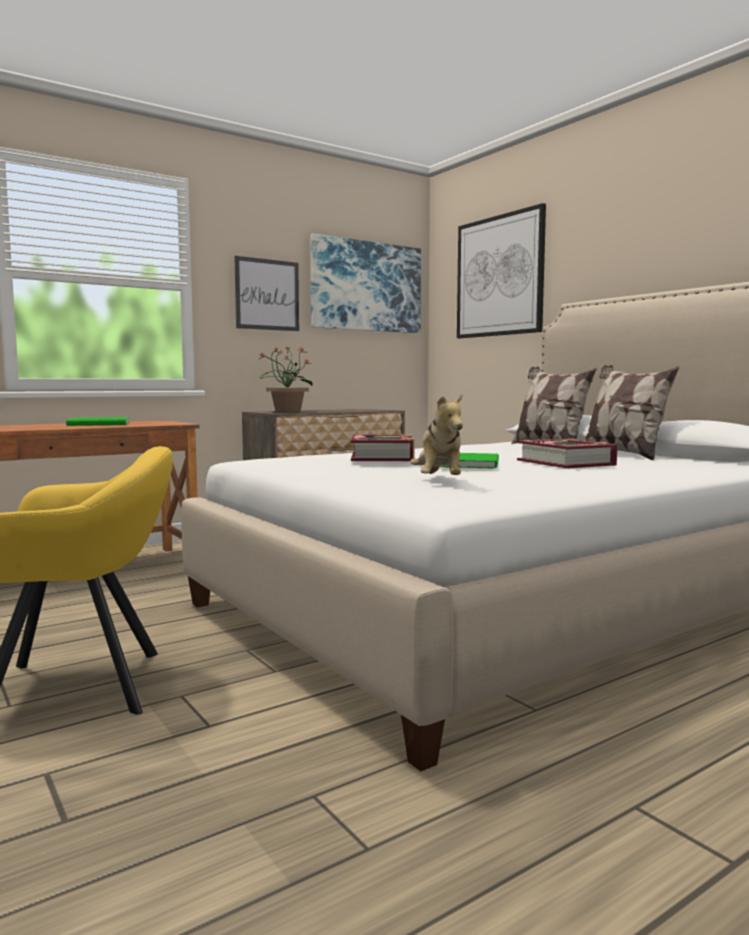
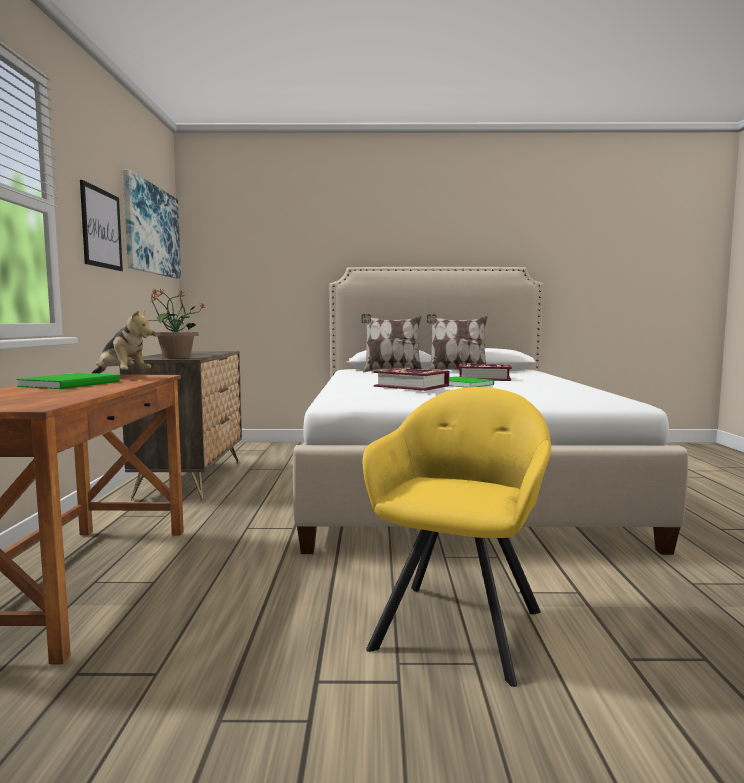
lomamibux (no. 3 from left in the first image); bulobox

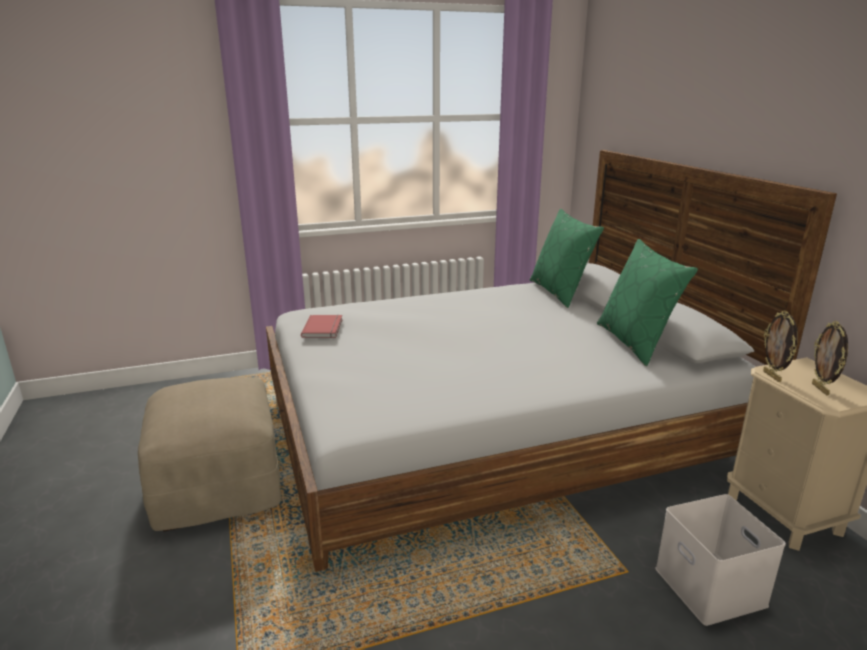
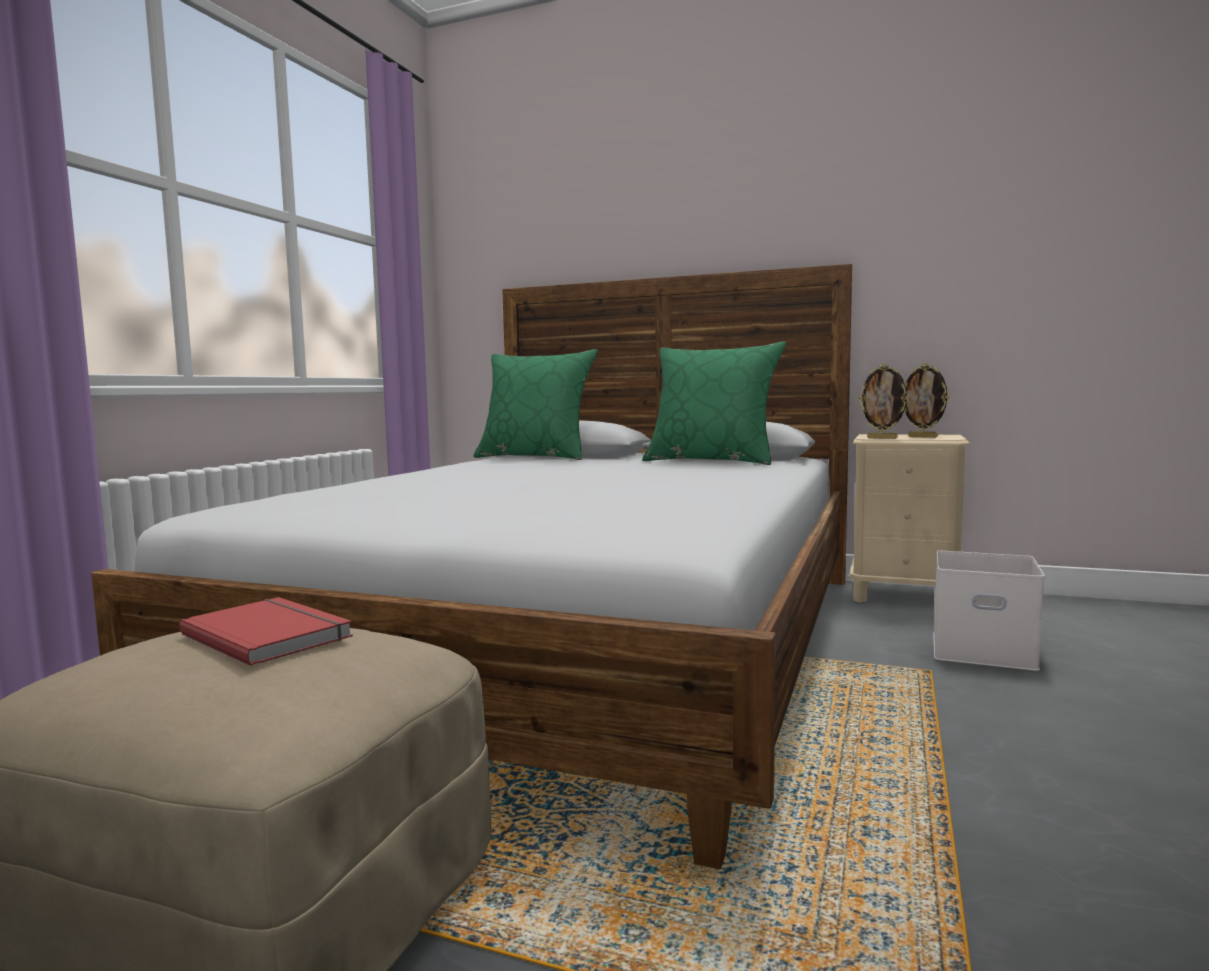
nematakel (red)

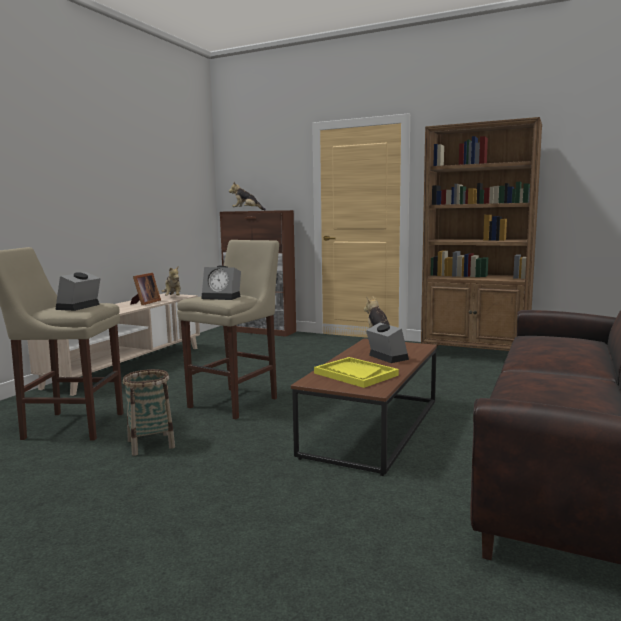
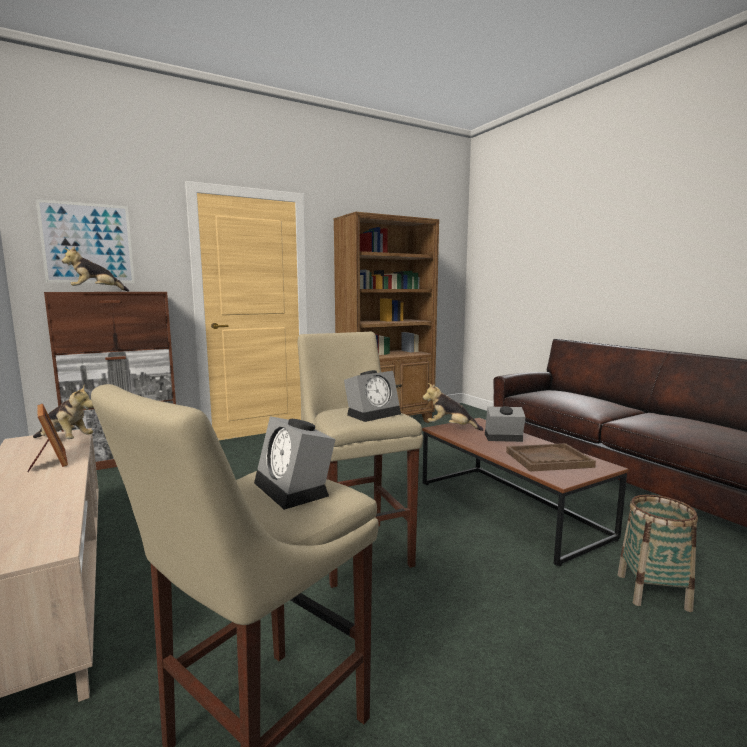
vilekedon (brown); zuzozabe; lomamibux

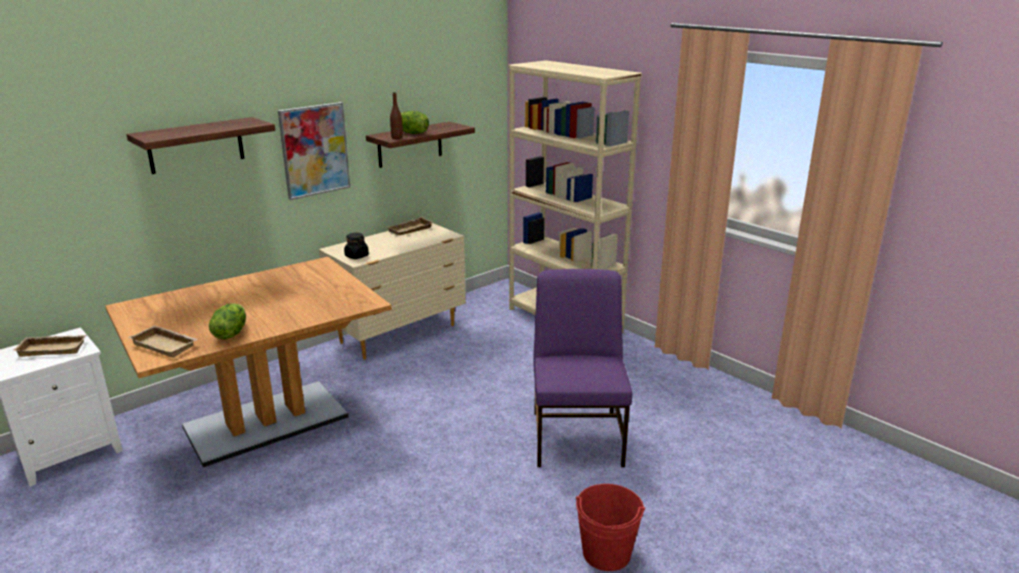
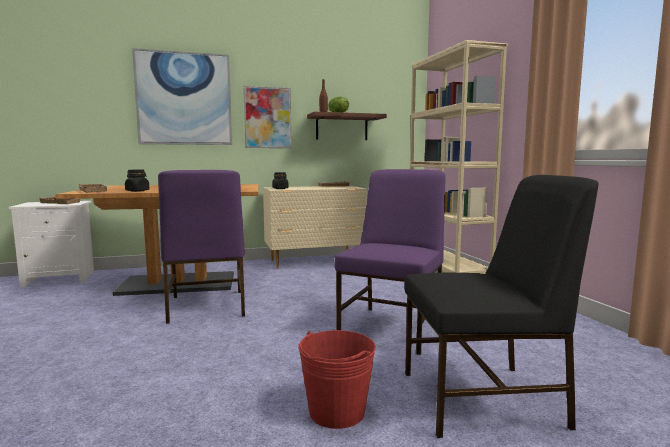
lomamibux (no. 1 from left); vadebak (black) (no. 1 from left); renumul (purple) (no. 1 from left); renumul (black)

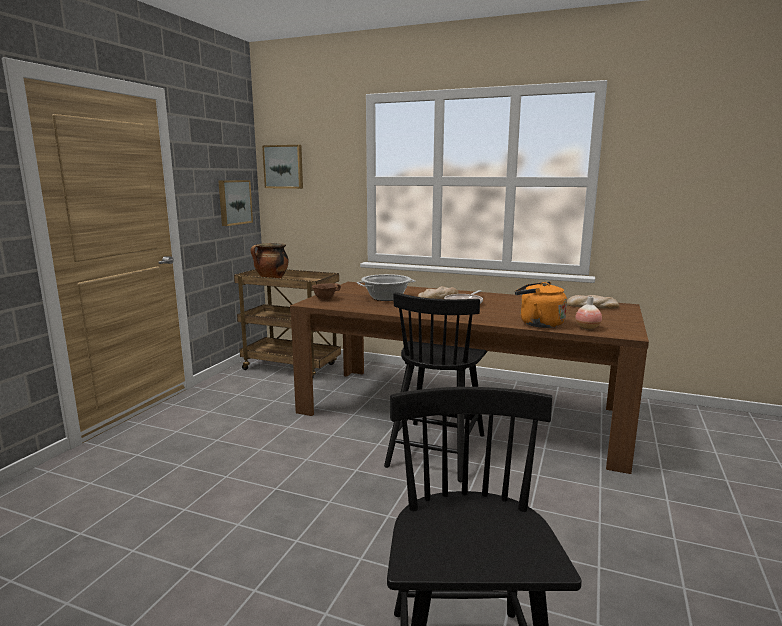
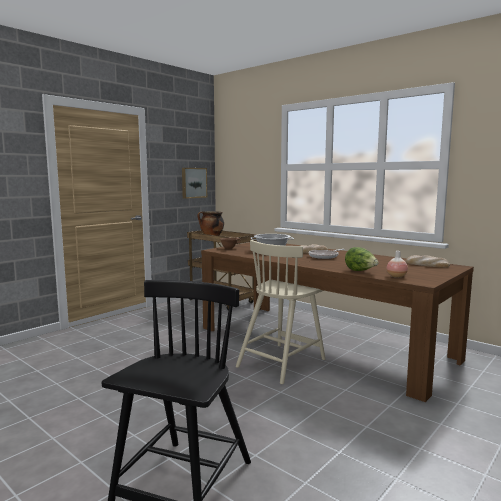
lomamibux (no. 2 from left in the first image); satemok; renumul (beige)

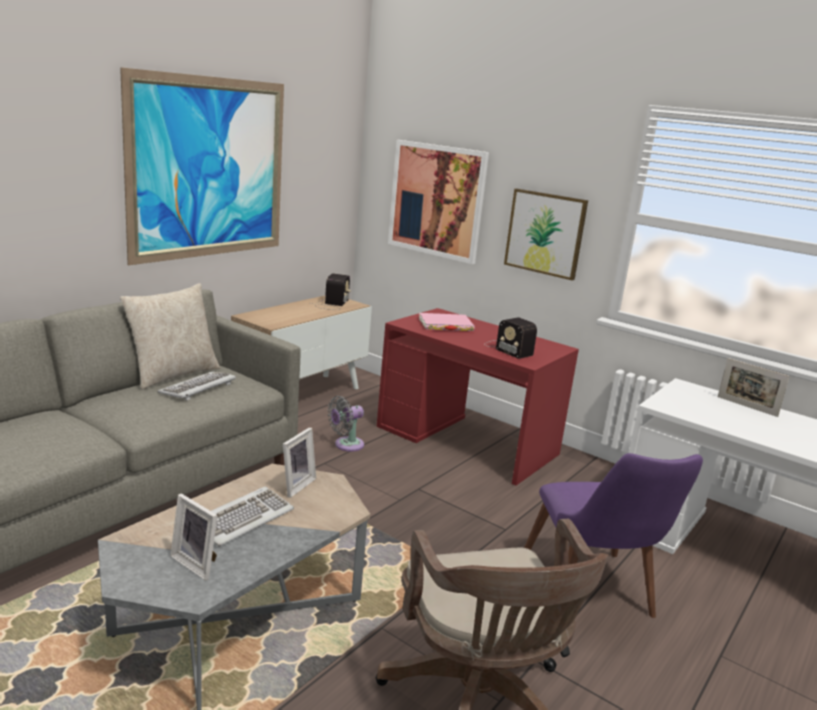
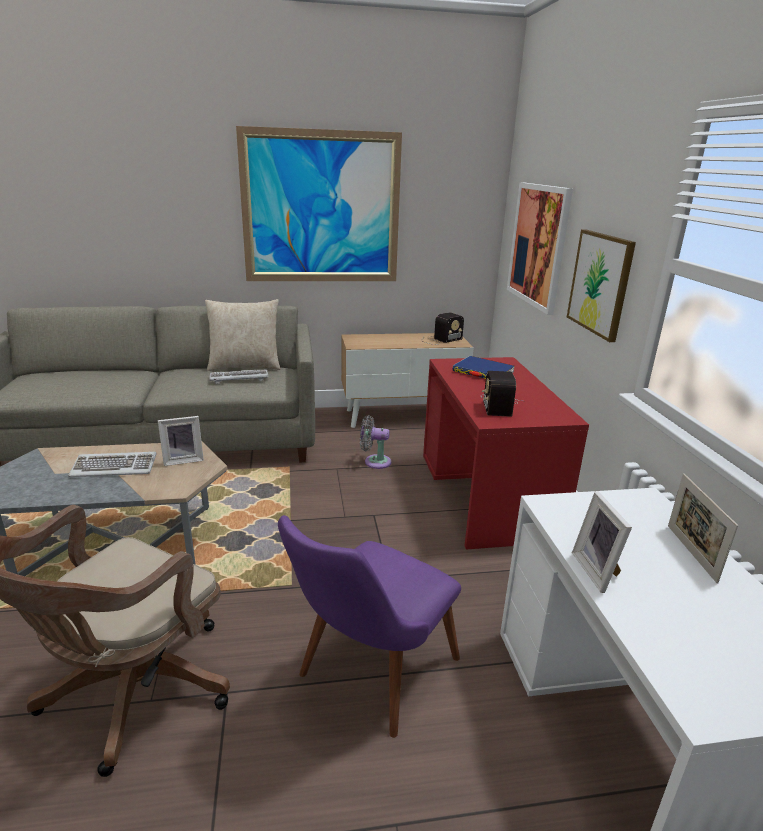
nematakel (blue); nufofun (no. 2 from left)

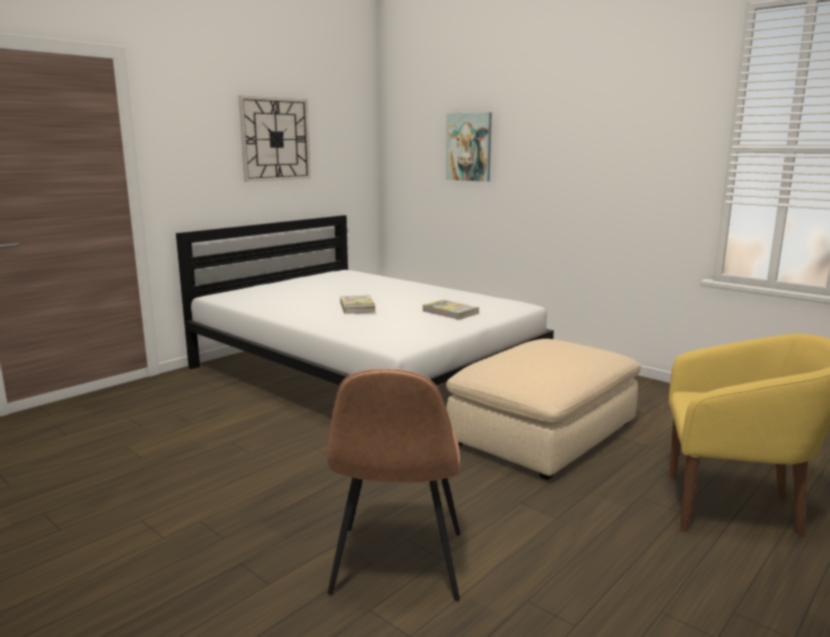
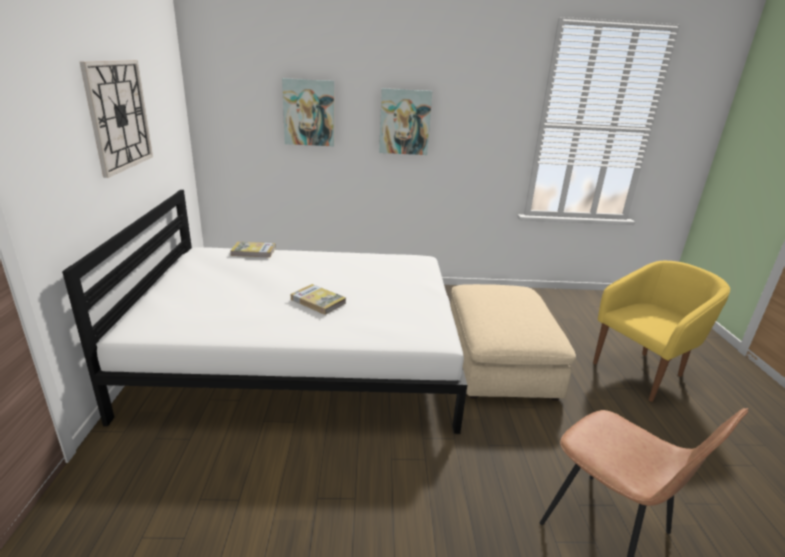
nematakel (no. 1 from left); lomamibux (no. 2 from left)

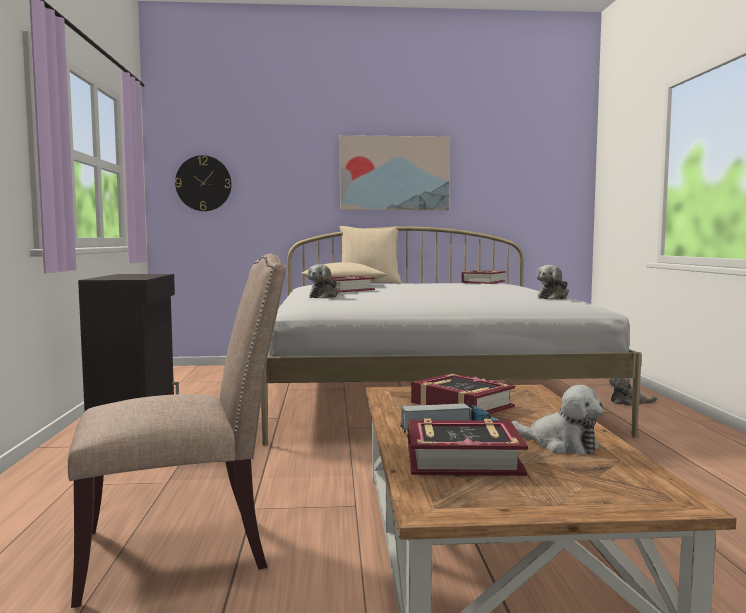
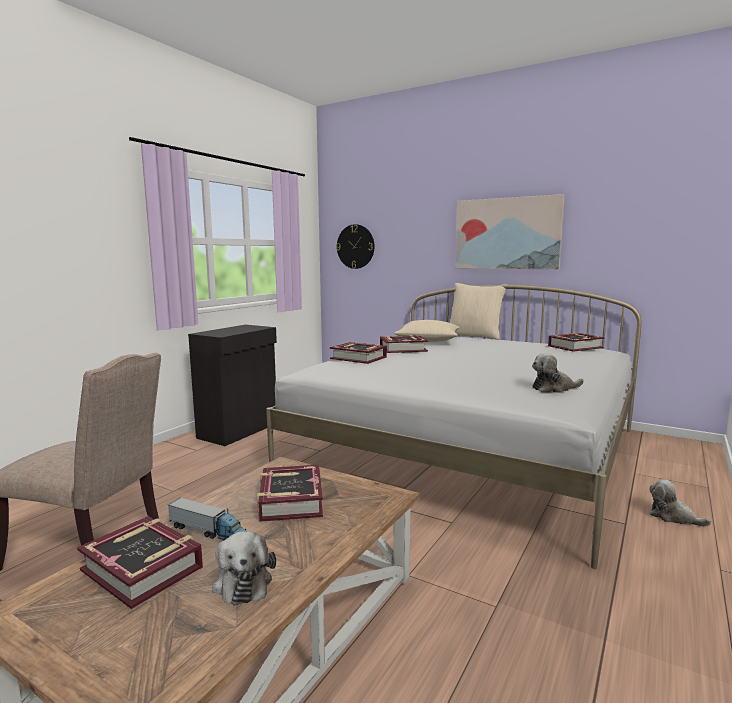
nematakel (no. 3 from left)

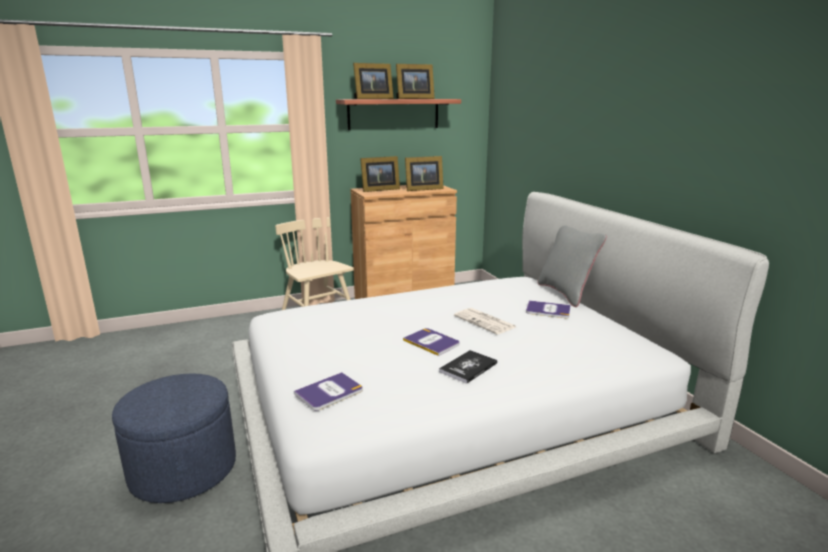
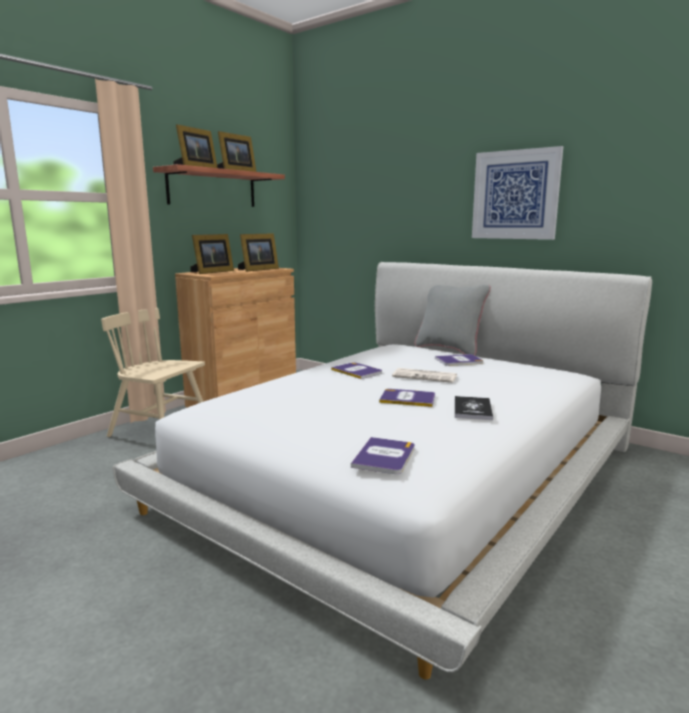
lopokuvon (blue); lomamibux; nematakel (no. 1 from left)

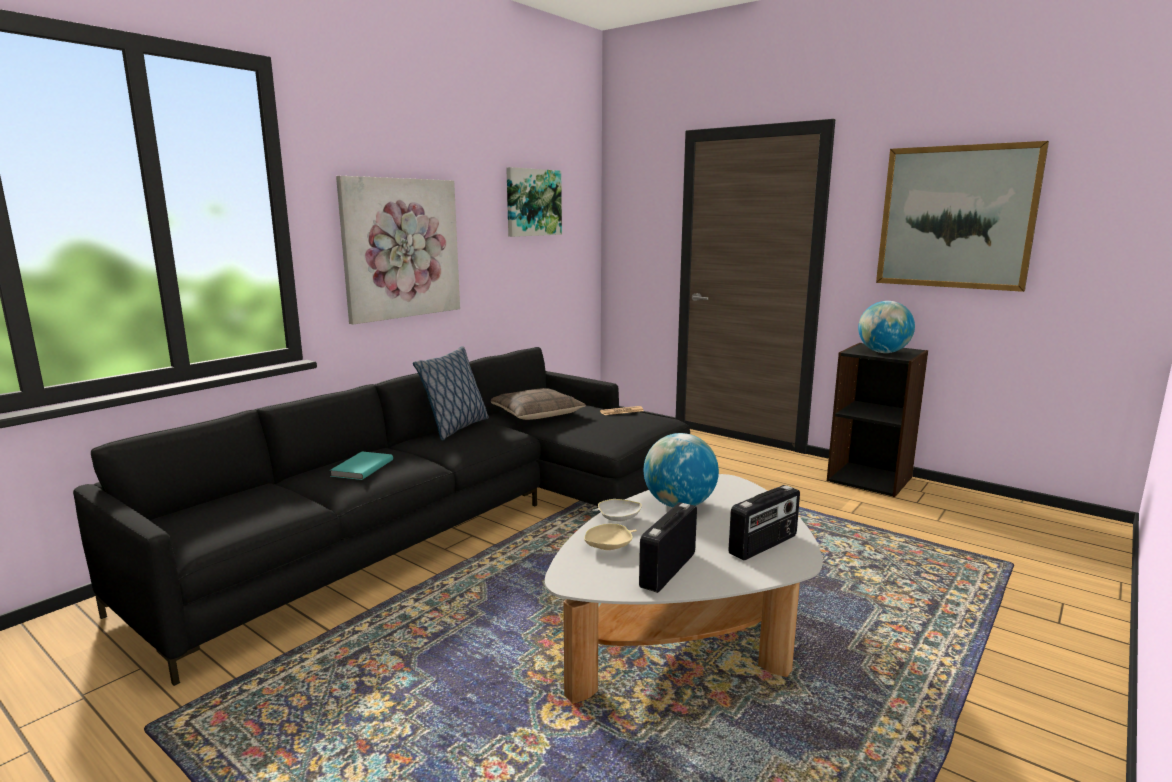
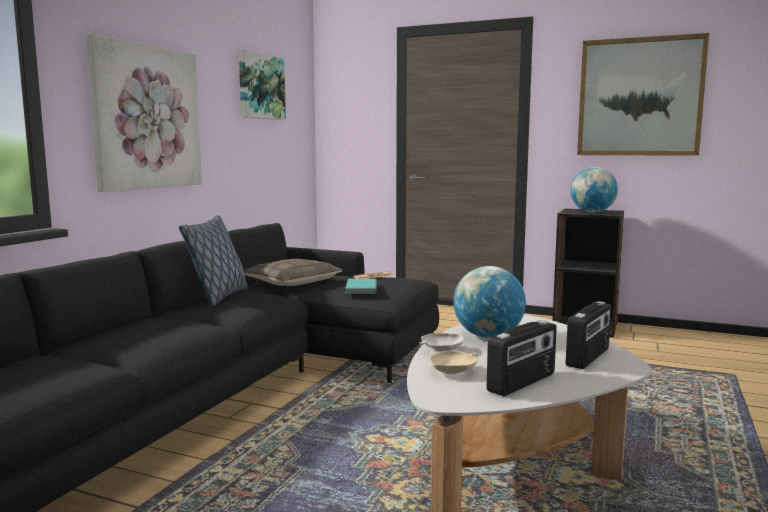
nematakel (turquoise); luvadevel (no. 1 from left)

